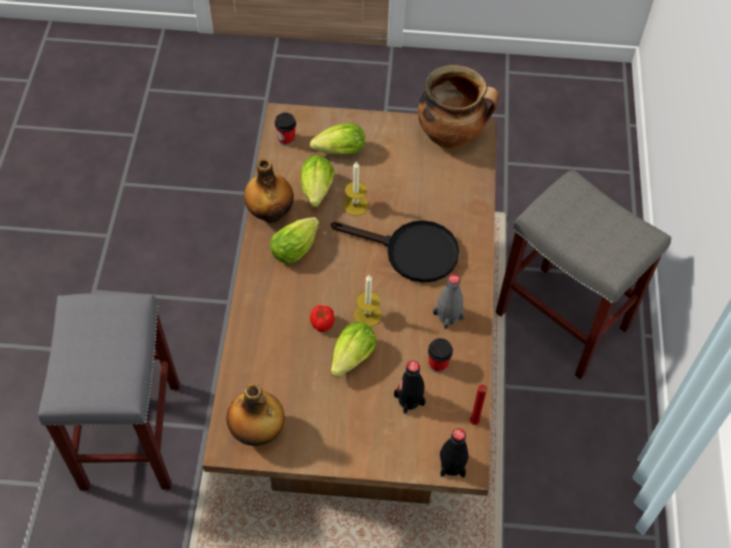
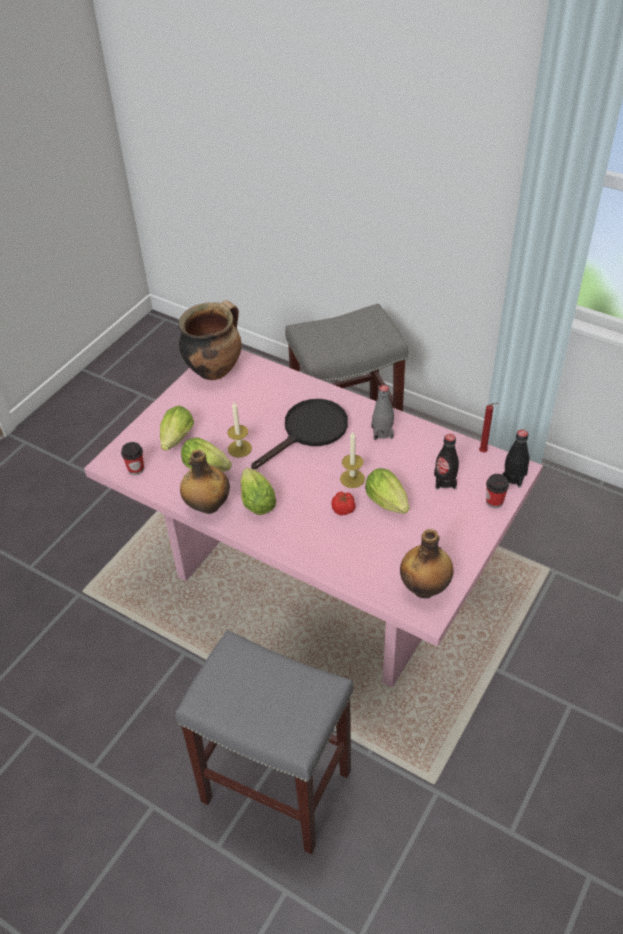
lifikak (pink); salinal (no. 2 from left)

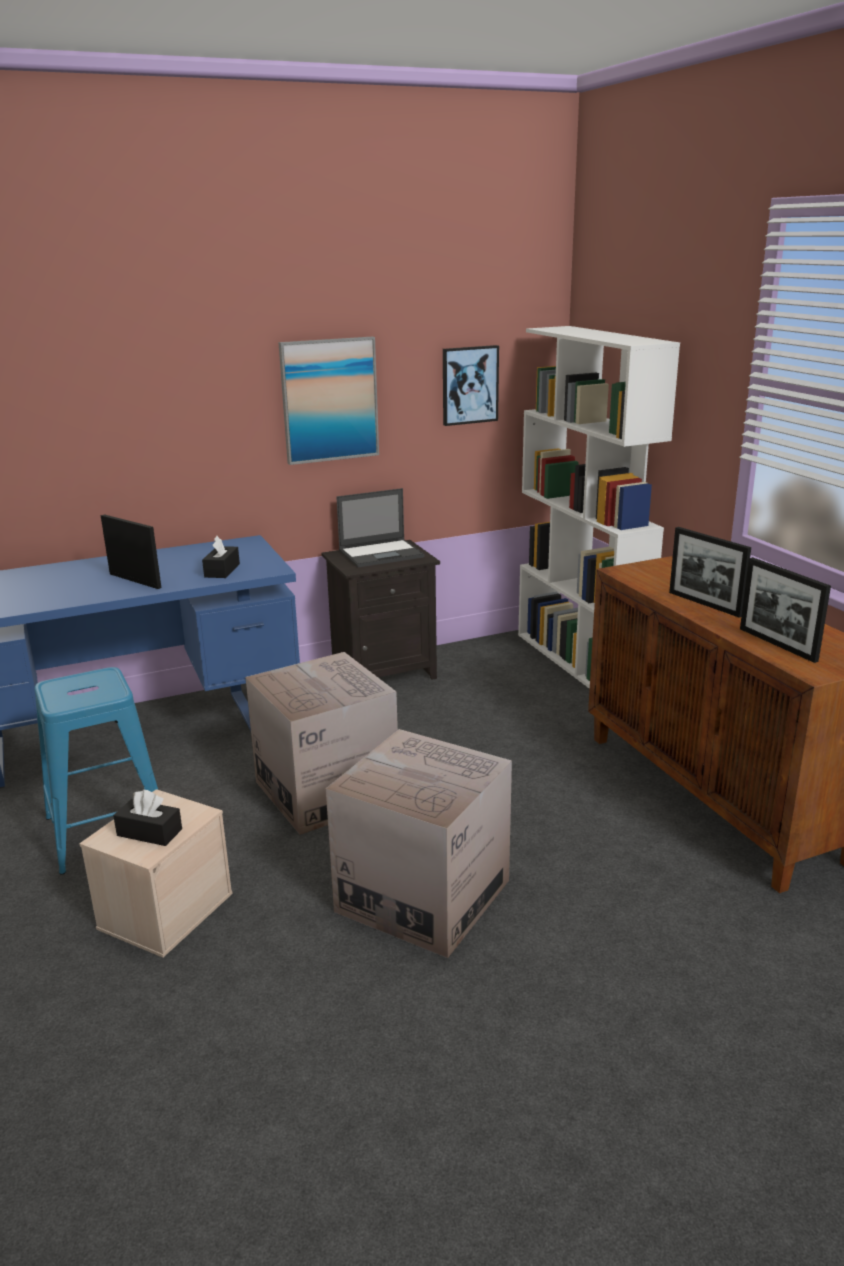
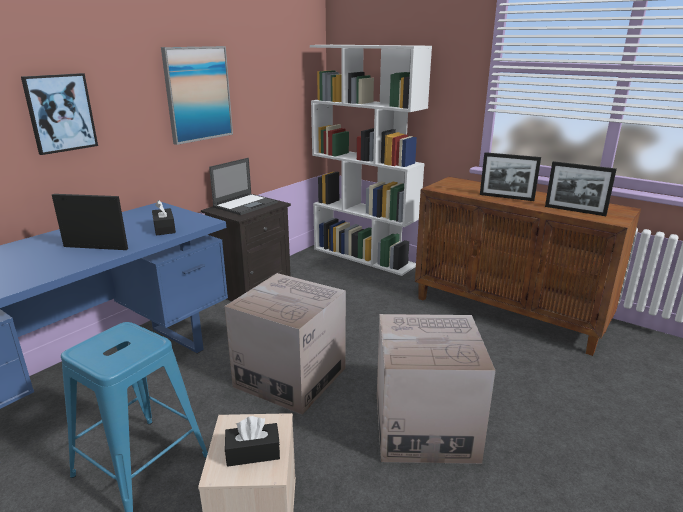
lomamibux (no. 1 from left)

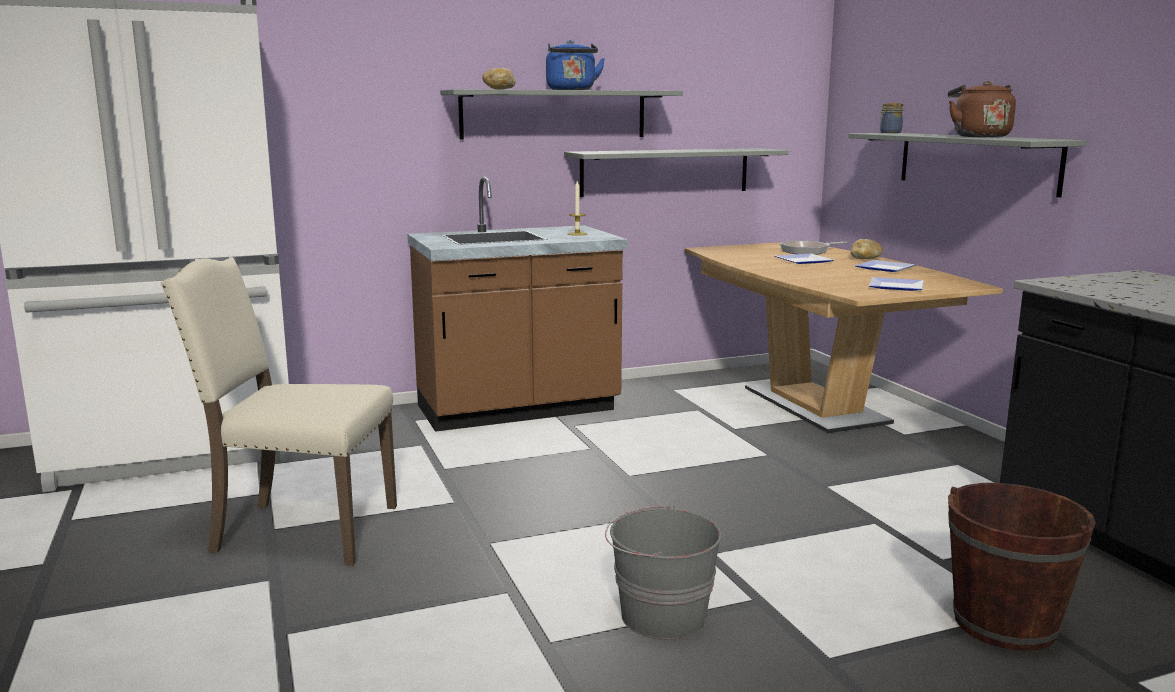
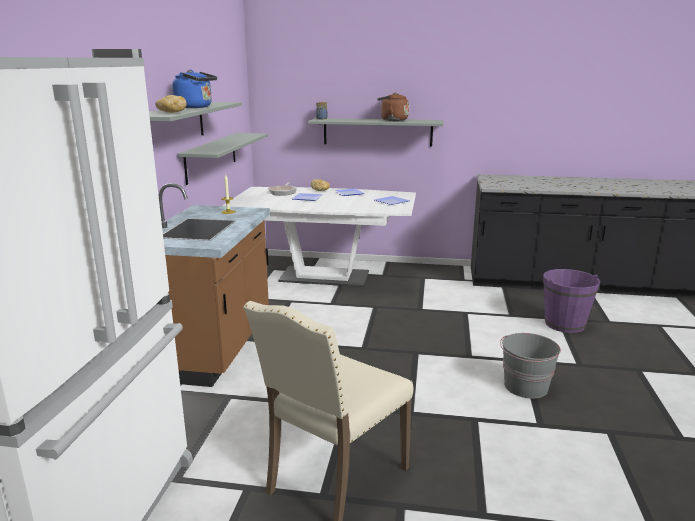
lifikak (white); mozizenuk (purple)

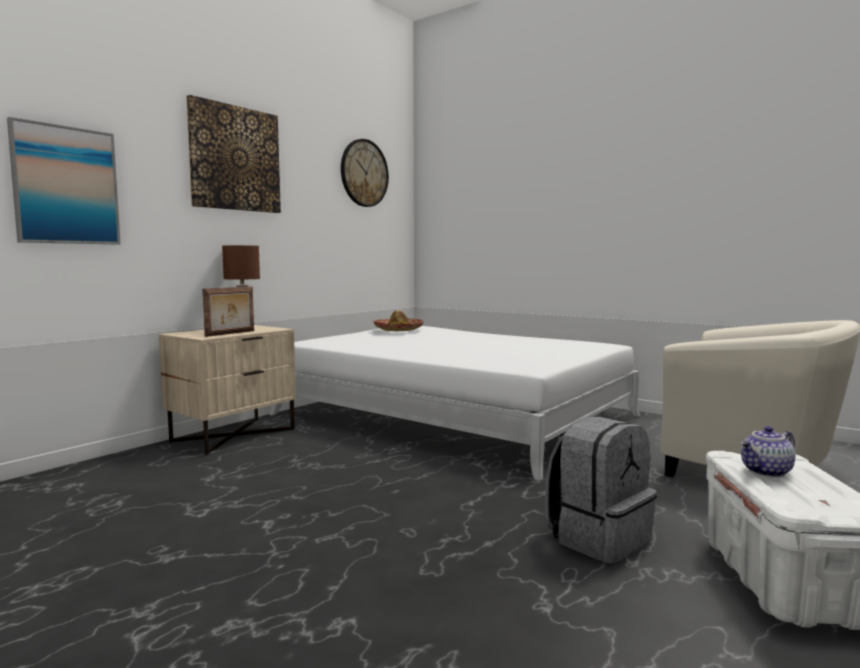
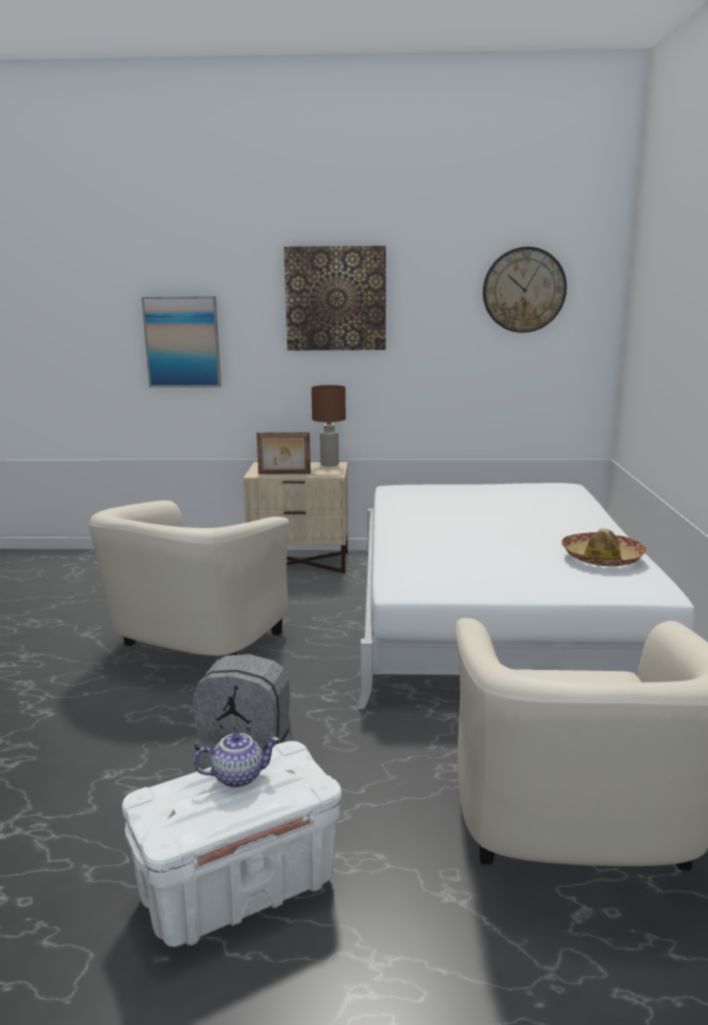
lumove; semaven; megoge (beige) (no. 1 from left)

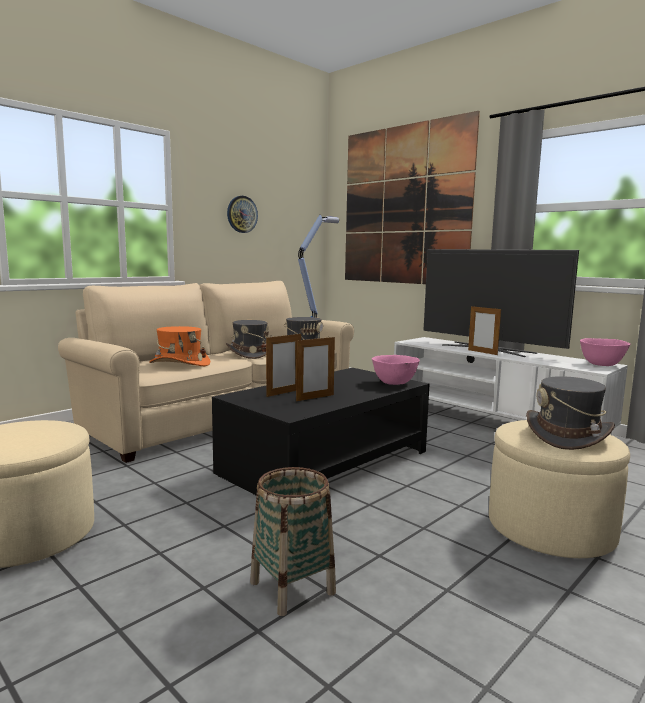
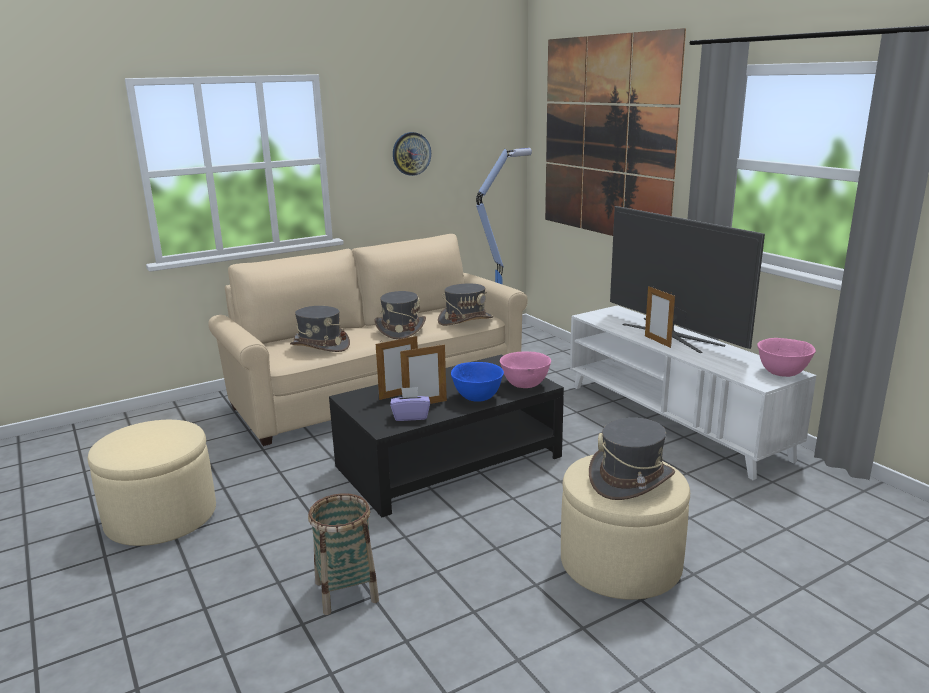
lumove (grey) (no. 1 from left); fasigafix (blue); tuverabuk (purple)

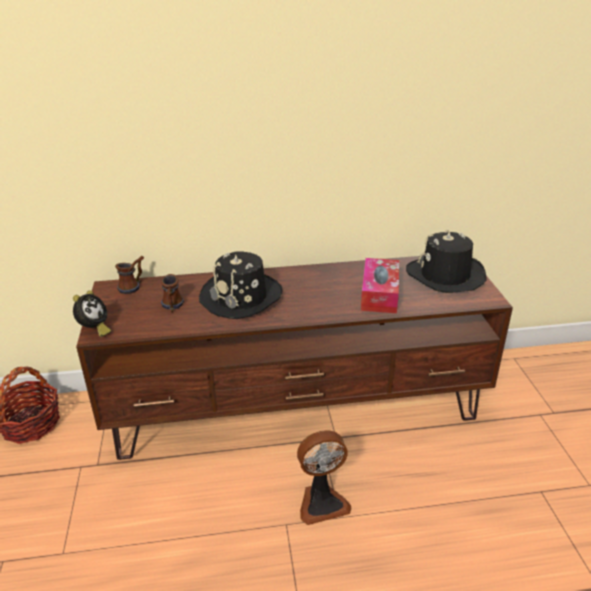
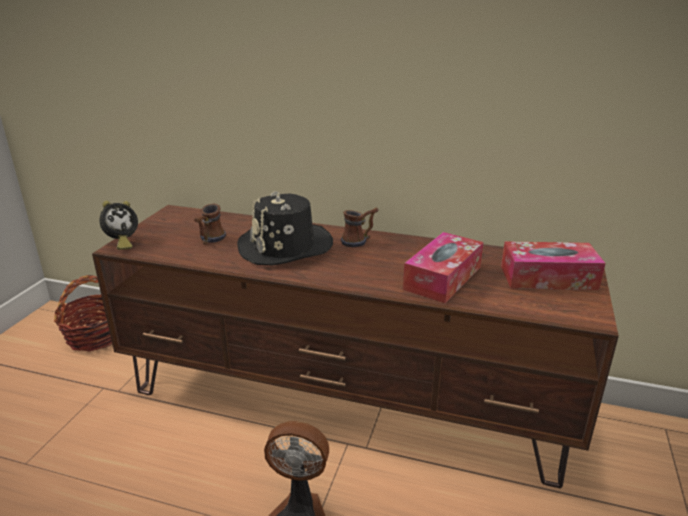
tuverabuk (no. 2 from left); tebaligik (no. 2 from left)

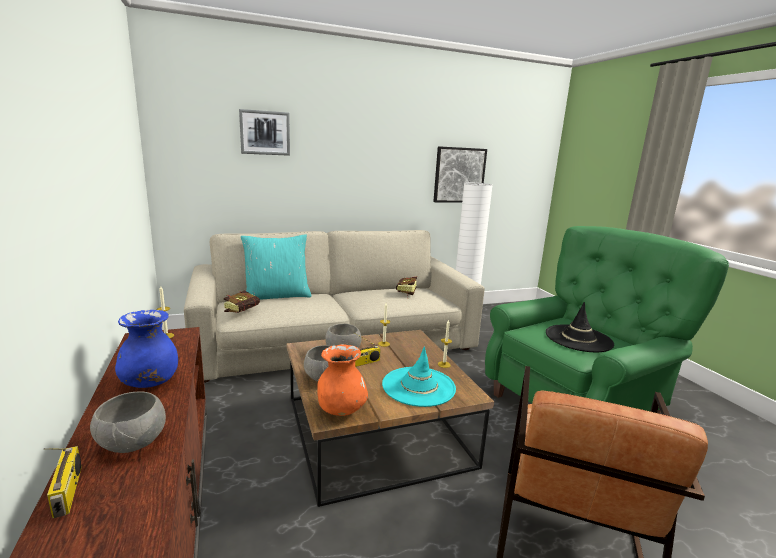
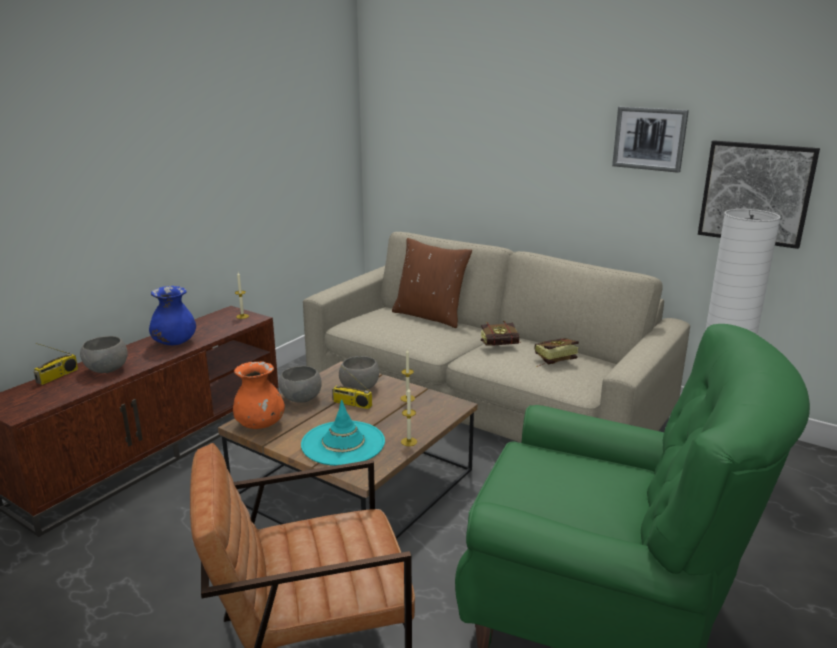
lomamibux (no. 1 from left); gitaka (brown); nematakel (no. 1 from left); lumove (black)

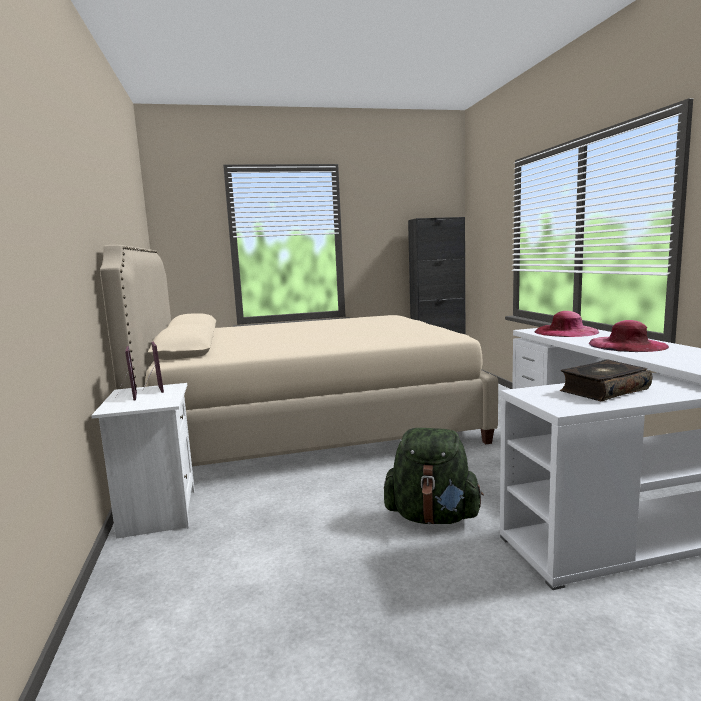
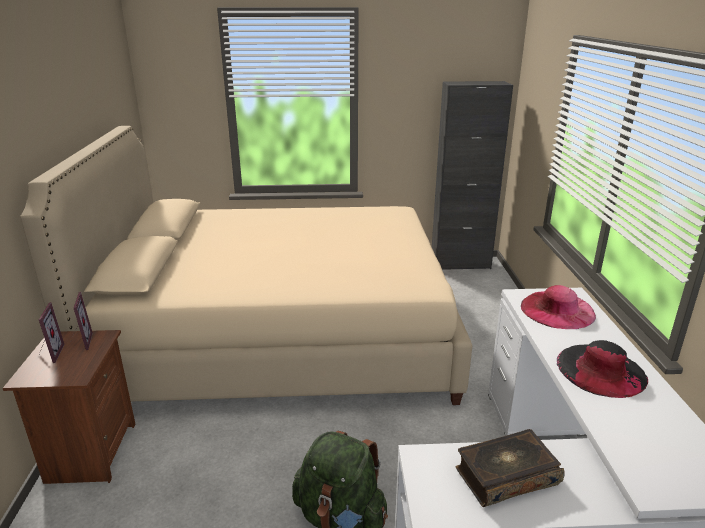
lumove (black); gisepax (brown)

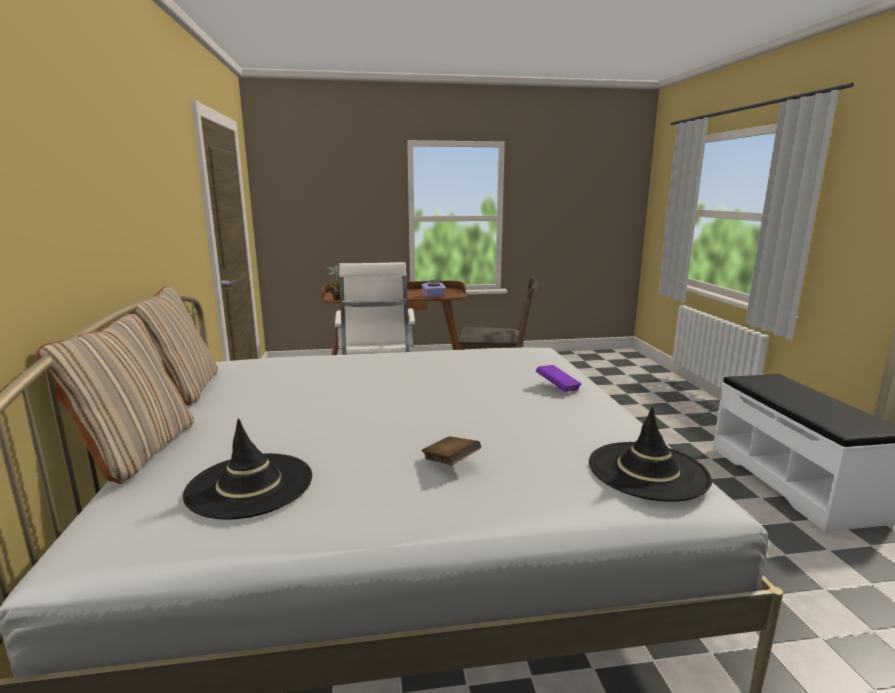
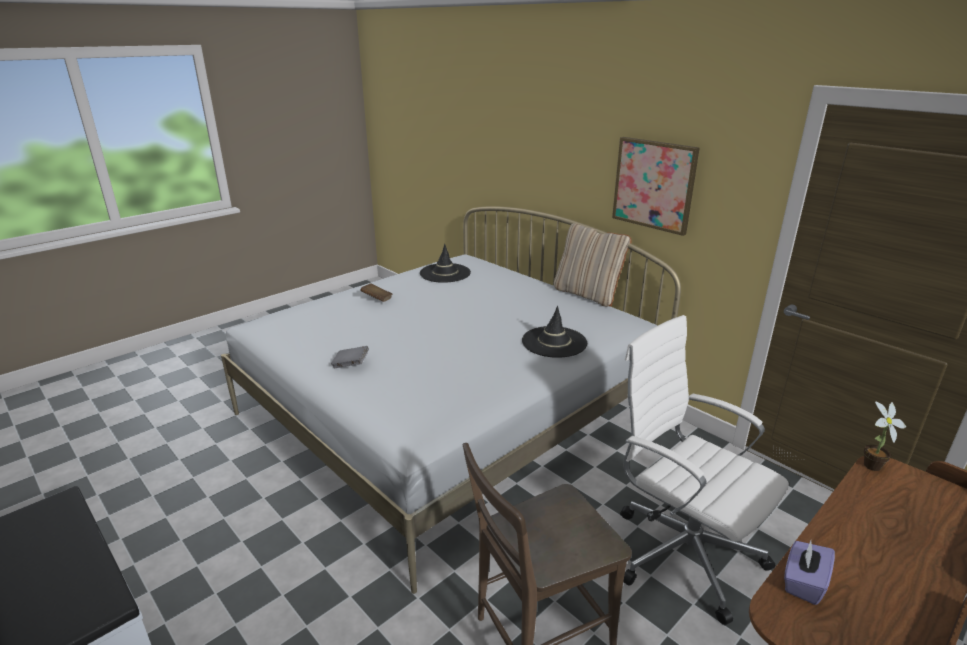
gitaka (beige) (no. 1 from left in the first image); nematakel (grey); lumove (black) (no. 2 from left); lomamibux

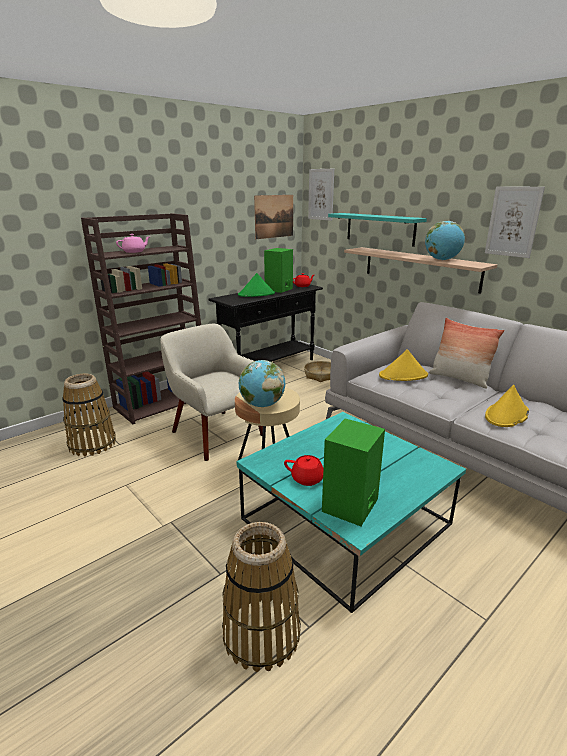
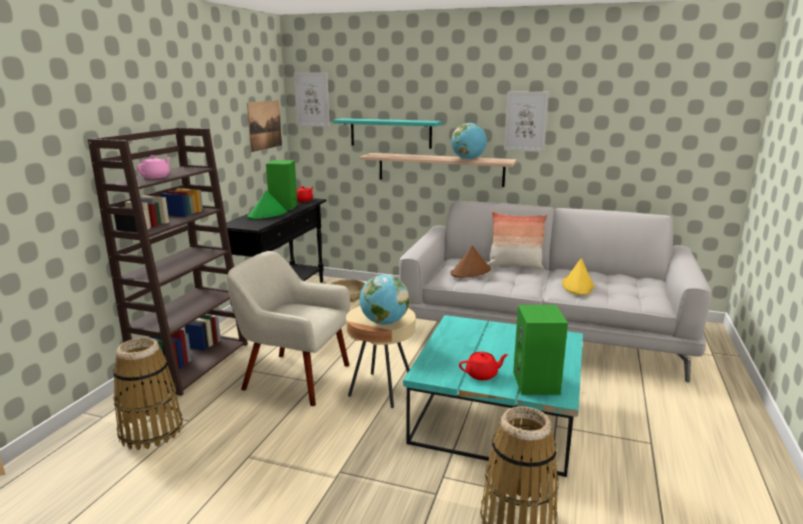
lumove (brown)

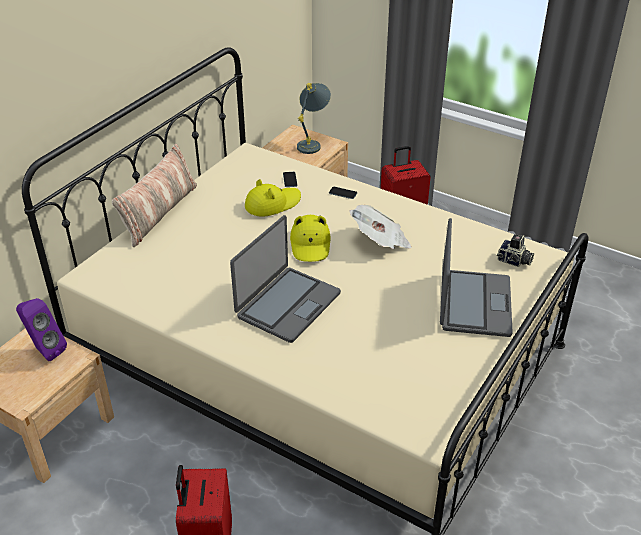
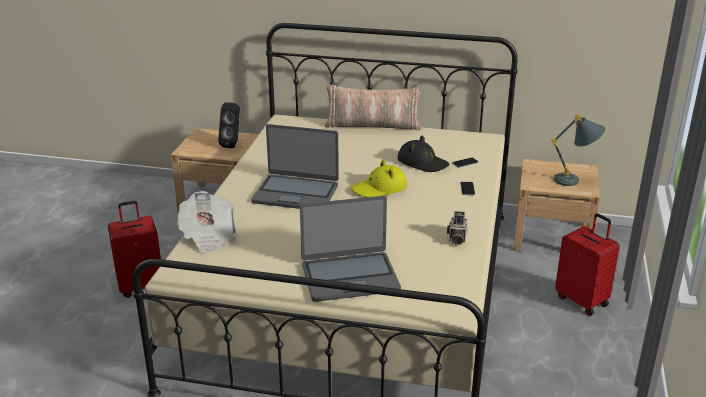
lumove (black); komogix; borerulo; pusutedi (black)

